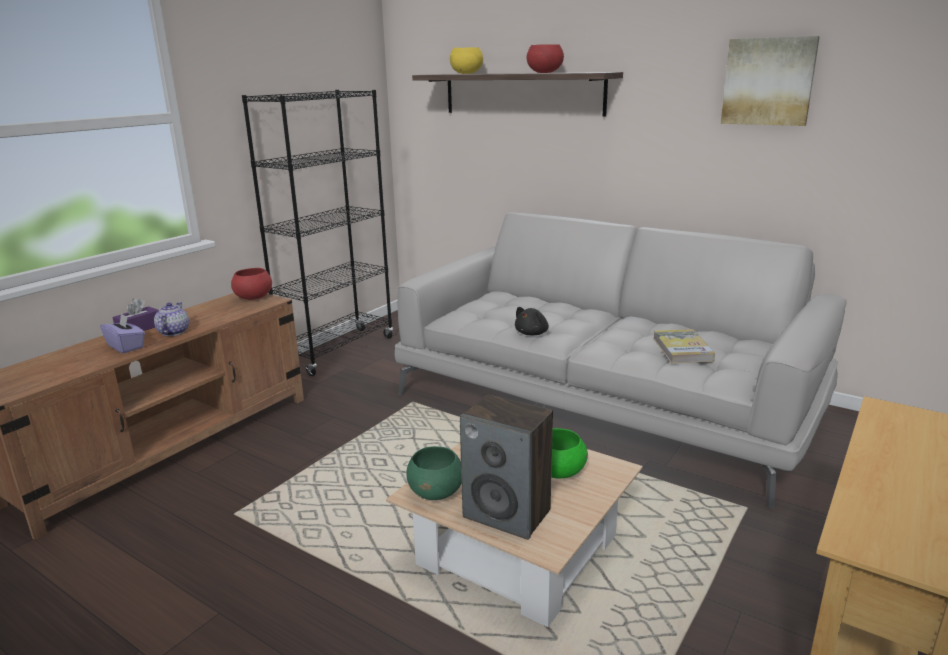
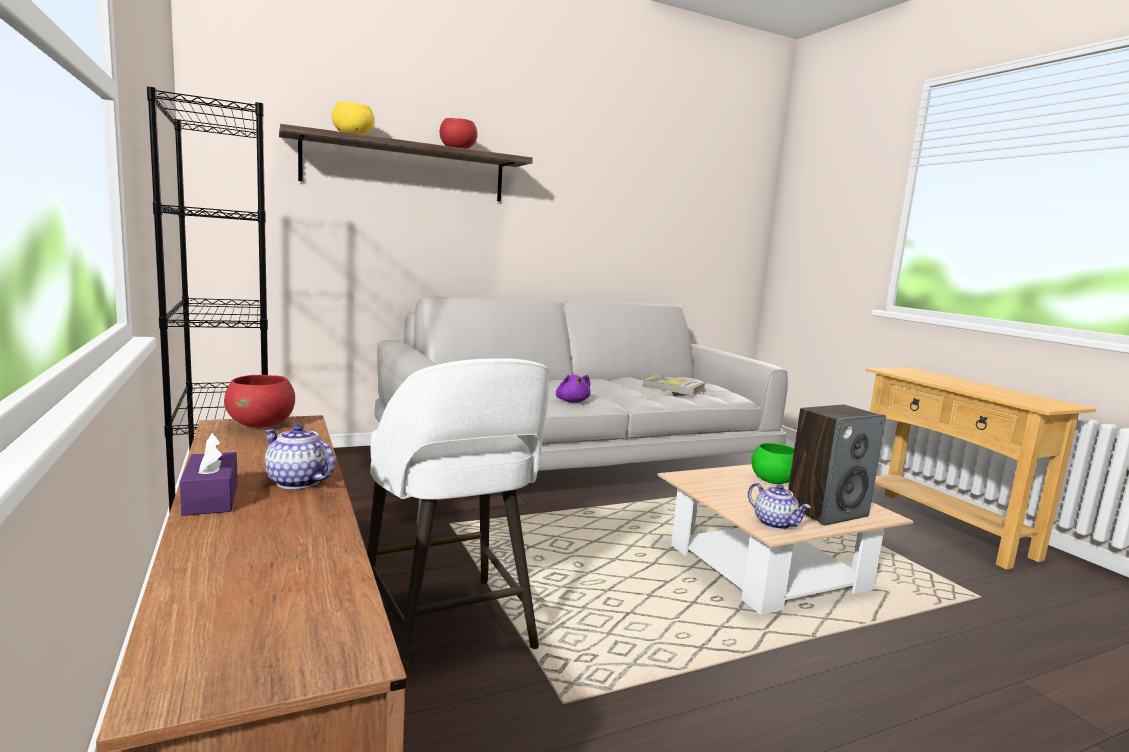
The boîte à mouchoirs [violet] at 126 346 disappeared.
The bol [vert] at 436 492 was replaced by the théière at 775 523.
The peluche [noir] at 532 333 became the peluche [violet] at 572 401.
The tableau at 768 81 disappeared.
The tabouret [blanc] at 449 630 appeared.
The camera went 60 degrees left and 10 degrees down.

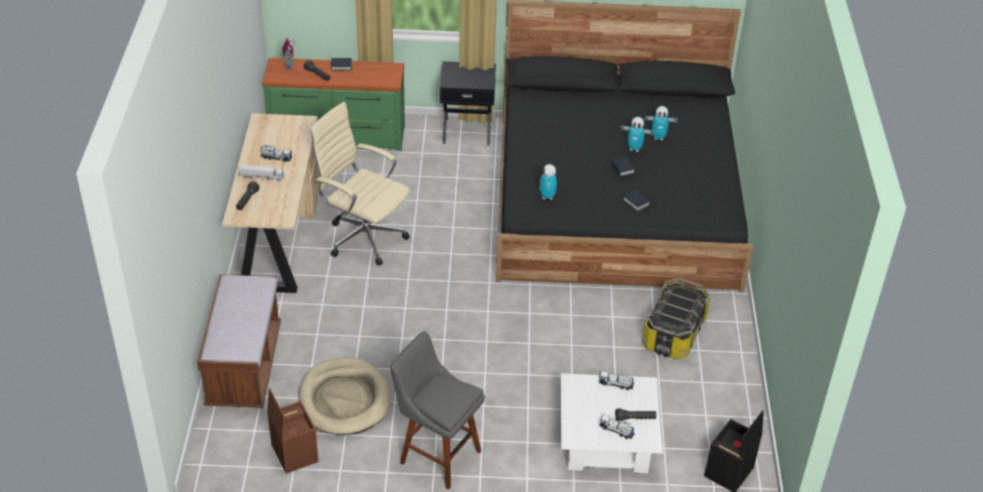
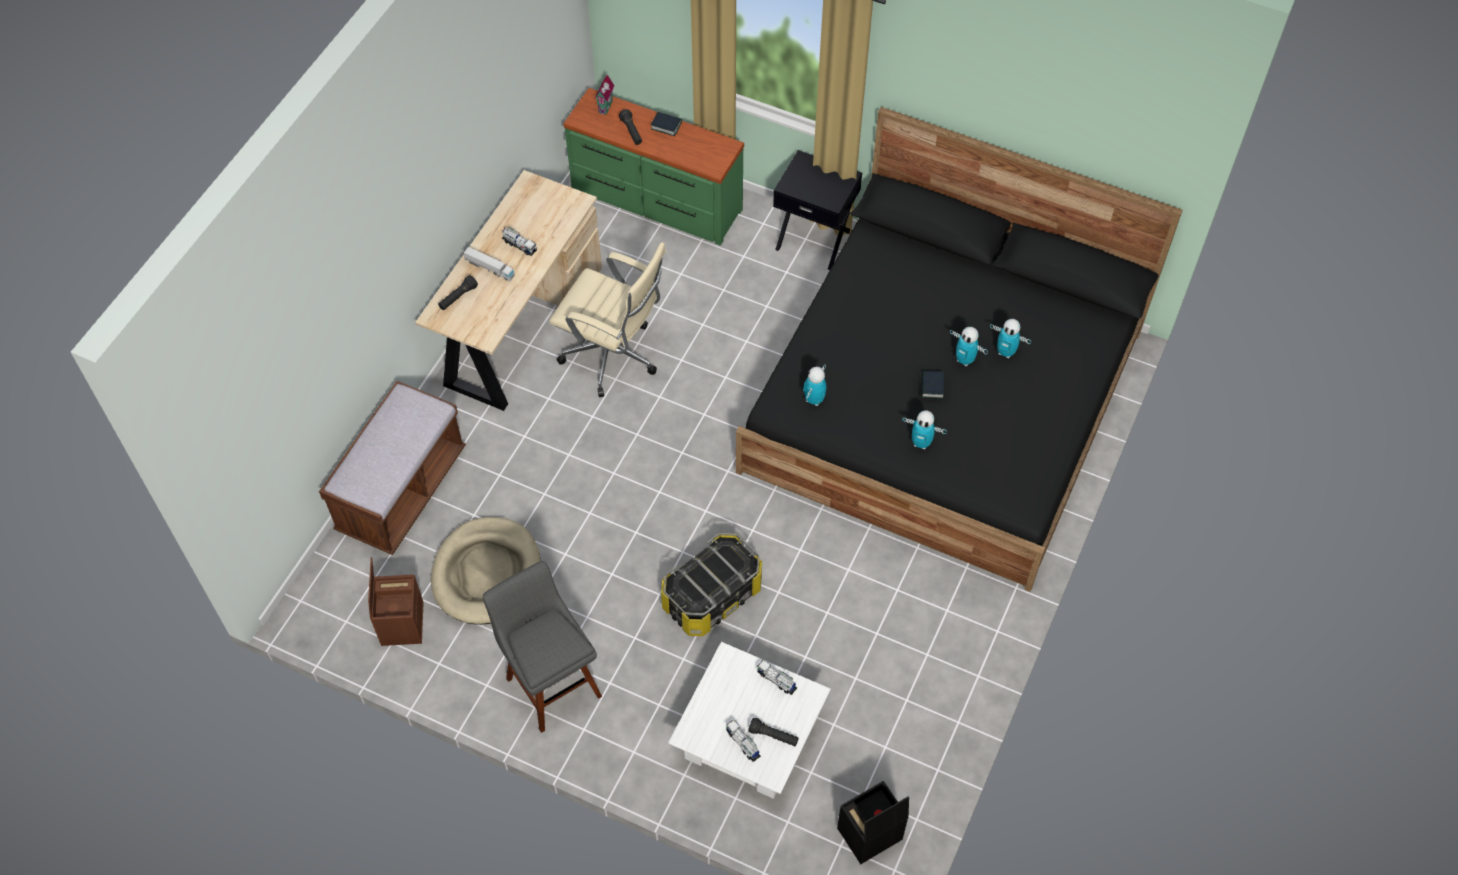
The chaise de bureau [beige] at 363 237 turned 150 degrees clockwise.
The livre at 636 202 was replaced by the robot jouet at 921 443.
The boîte de rangement moved from 674 333 to 712 597.
The camera went 25 degrees right and 15 degrees up.

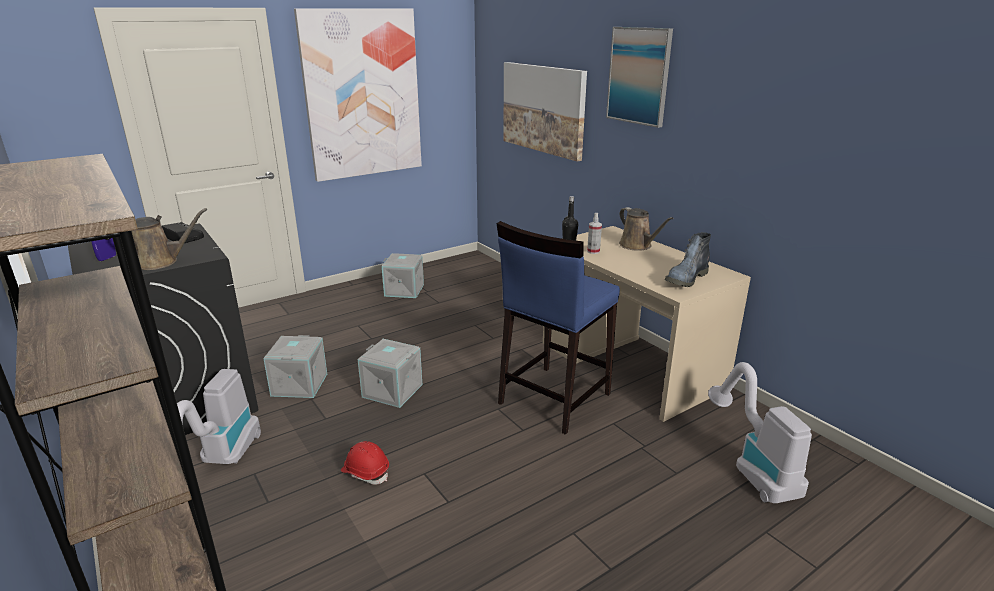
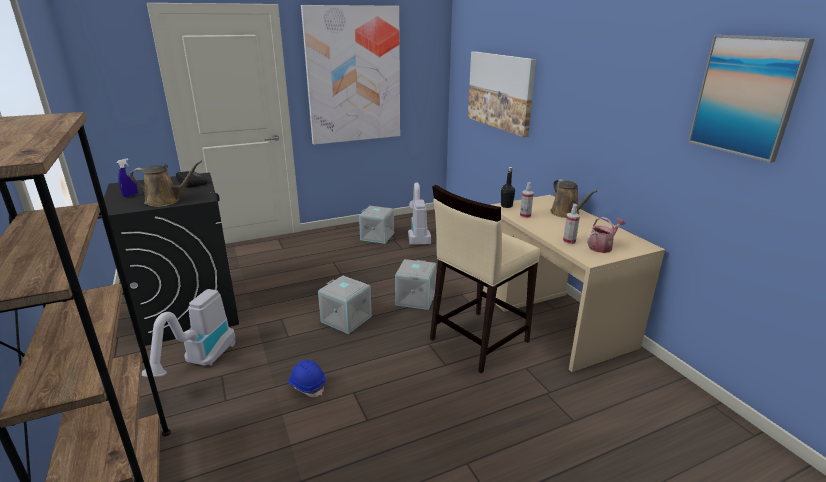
The boîte de rangement [gris] moved from 298 384 to 415 298.
The casque de chantier [rouge] at 366 472 became the casque de chantier [bleu] at 307 385.
The tabouret [bleu] at 553 398 became the tabouret [beige] at 478 340.
The tableau moved from 639 76 to 746 96.
The botte at 686 279 was replaced by the arrosoir at 602 247.
The aspirateur moved from 752 466 to 417 235.
The vaporisateur at 569 241 appeared.
The camera went 10 degrees right and 0 degrees up.

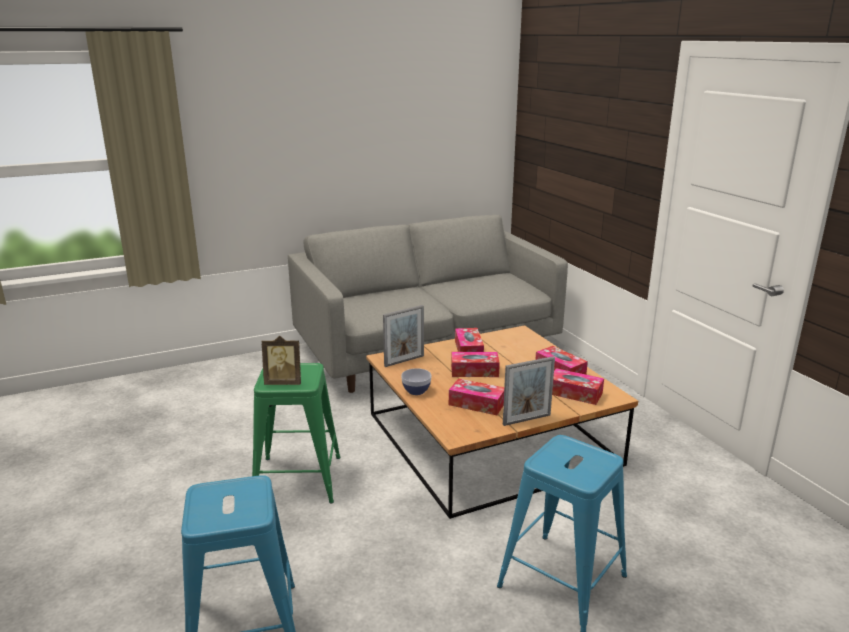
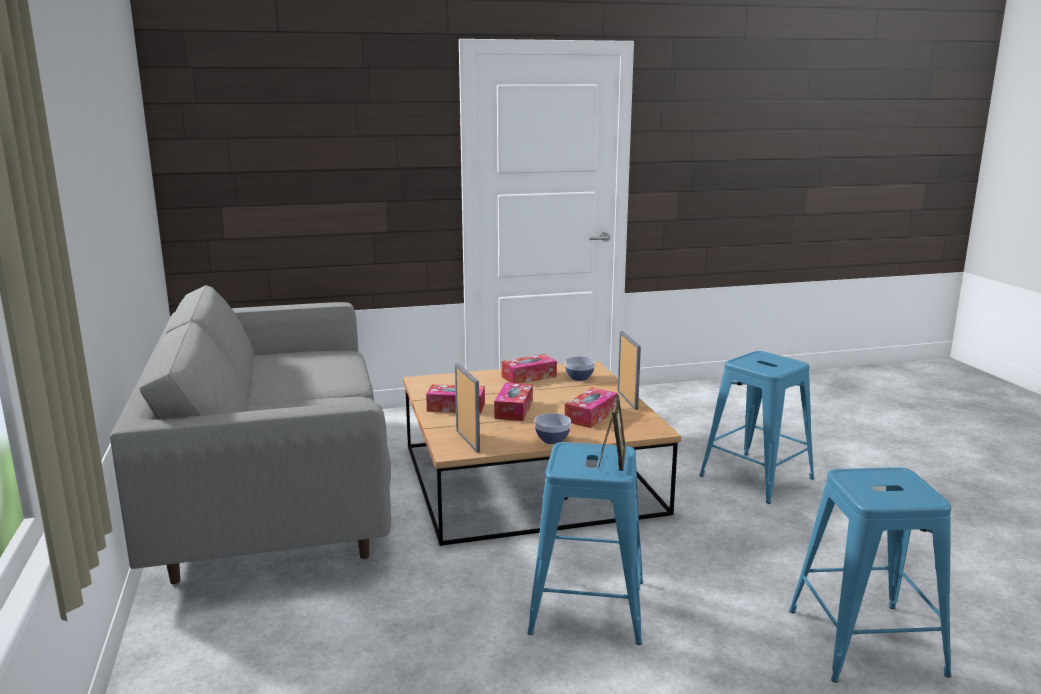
The tabouret [vert] at 297 480 became the tabouret [bleu] at 588 607.
The boîte à mouchoirs at 574 393 was replaced by the bol at 579 378.
The camera went 80 degrees left and 5 degrees down.

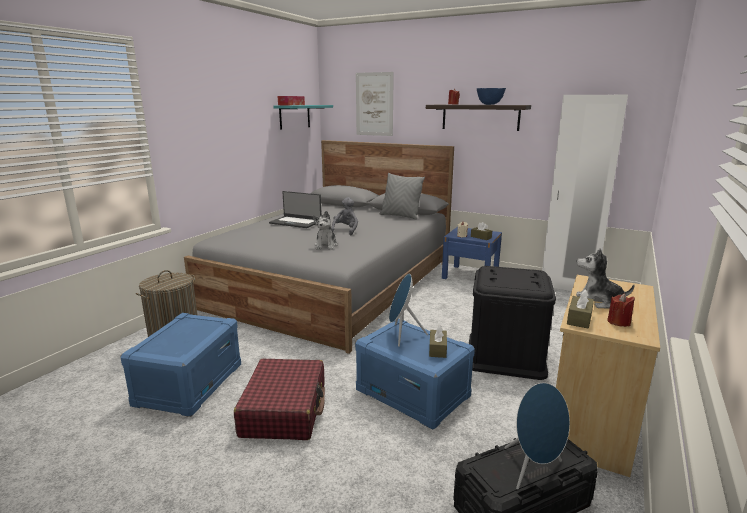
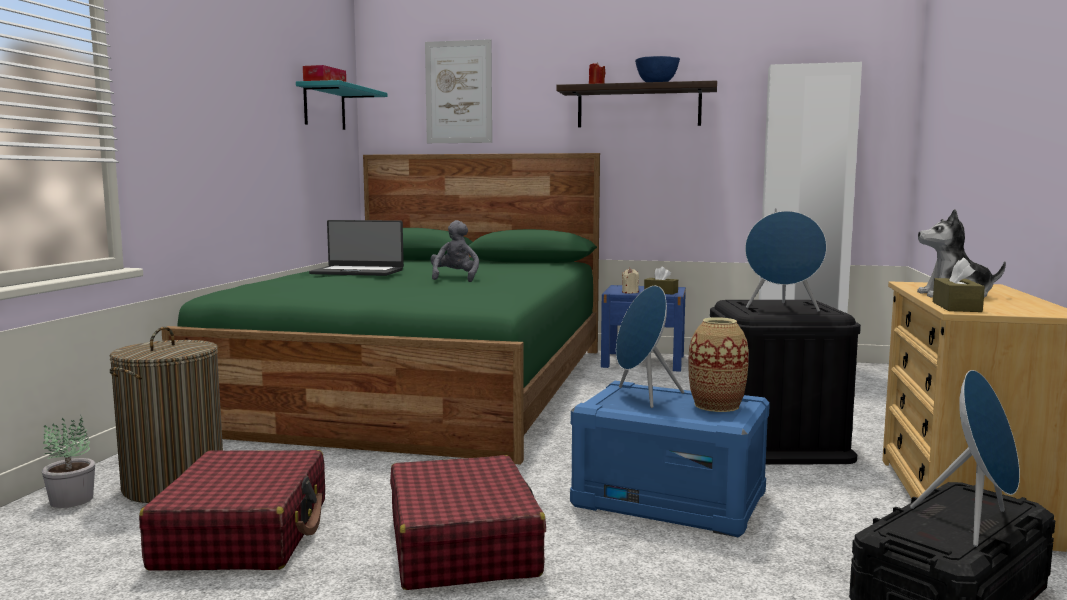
The boîte de rangement [bleu] at 189 384 was replaced by the valise [rouge] at 244 533.
The lit [gris] at 336 284 became the lit [vert] at 427 385.
The peluche at 326 245 disappeared.
The coussin [gris] at 400 216 disappeared.
The boîte à mouchoirs [marron] at 437 349 was replaced by the vase at 716 405.
The bougie [rouge] at 618 322 disappeared.
The plante en pot at 71 500 appeared.
The enceinte [bleu] at 782 308 appeared.
The camera went 15 degrees left and 10 degrees down.

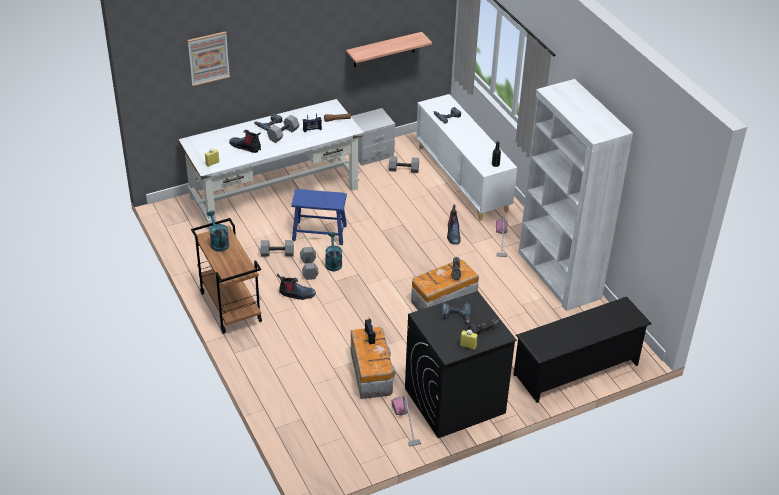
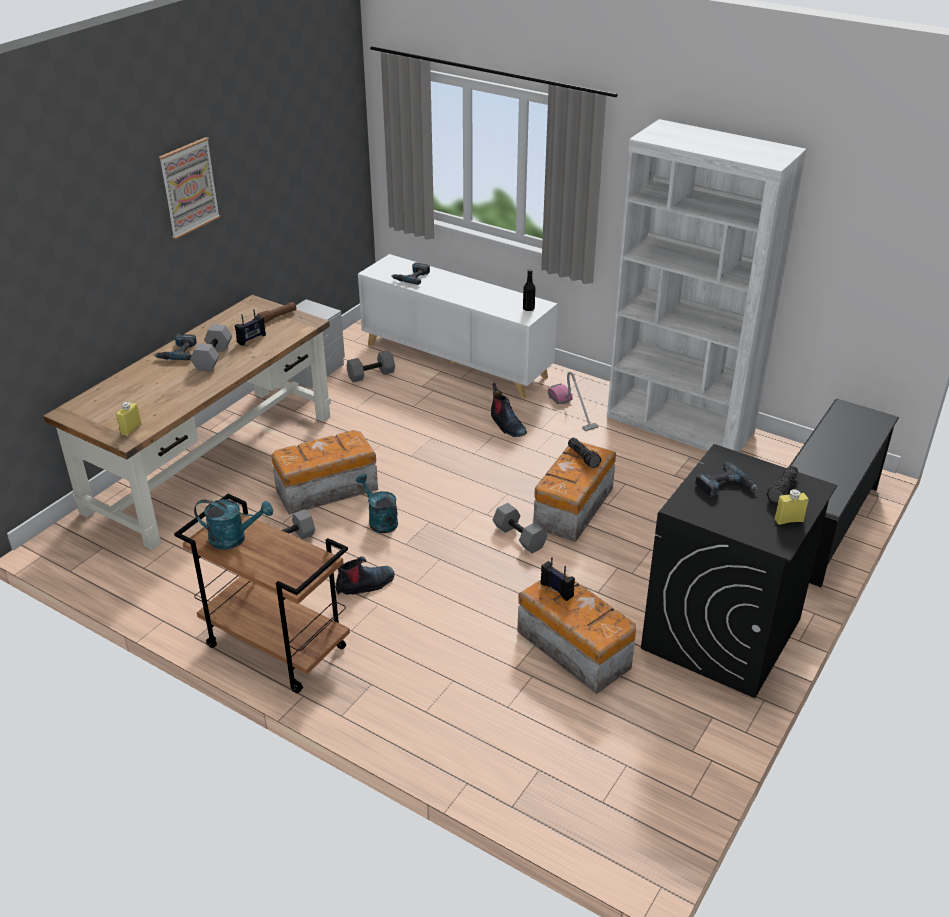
The bureau [blanc] at 274 192 became the bureau [marron] at 212 461.
The tableau moved from 208 58 to 189 187.
The arrosoir [turquoise] at 218 242 turned 150 degrees clockwise.
The botte at 246 147 disappeared.
The tabouret [bleu] at 319 232 was replaced by the boîte de rangement at 325 489.
The haltère [gris] moved from 309 268 to 520 537.
The étagère at 384 50 disappeared.
The aspirateur at 406 423 disappeared.
The camera went 30 degrees left and 5 degrees down.

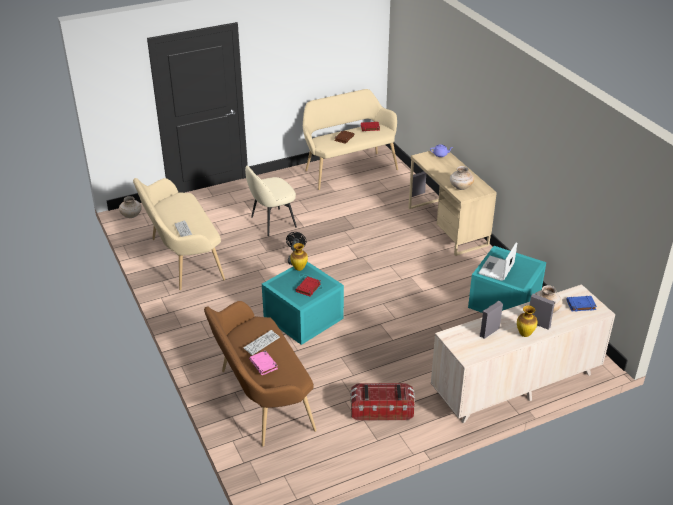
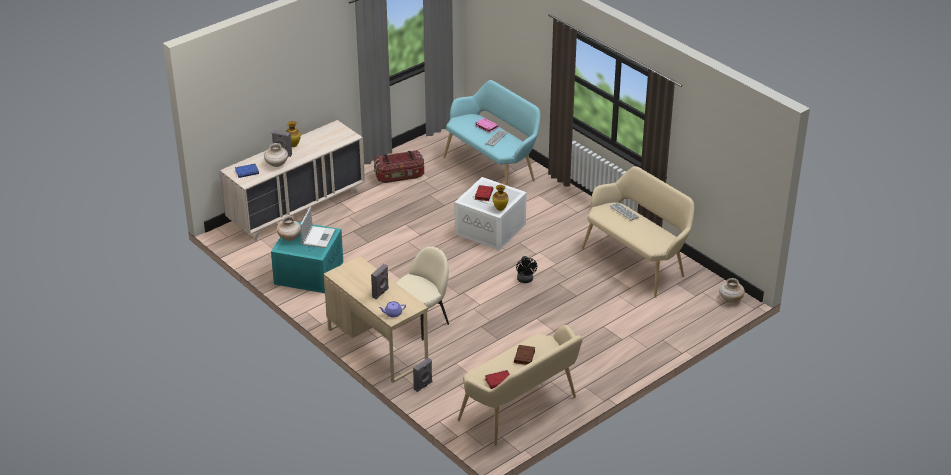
The banc [marron] at 261 400 became the banc [turquoise] at 493 168.
The chaise [beige] moved from 272 222 to 422 321.
The boîte de rangement [turquoise] at 302 317 became the boîte de rangement [blanc] at 491 229.
The vase [beige] moved from 460 187 to 290 237.
The enceinte [gris] moved from 488 332 to 381 293.
The camera went 165 degrees right and 0 degrees up.

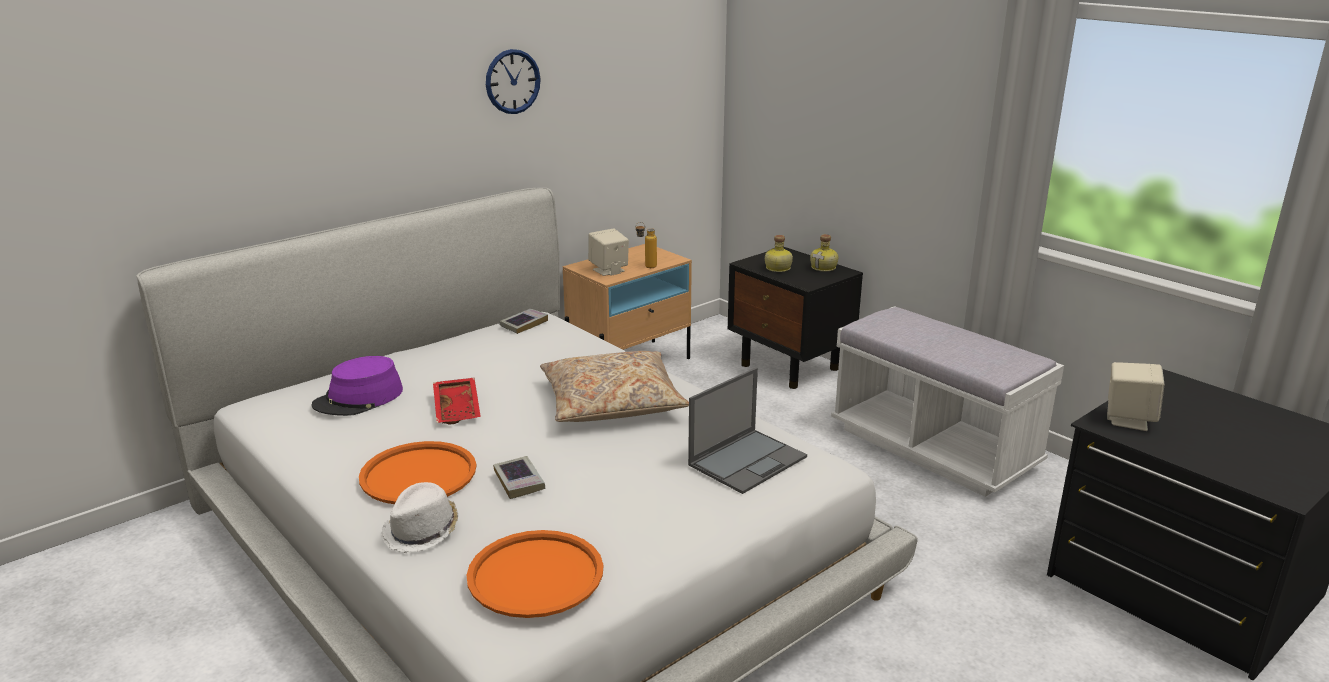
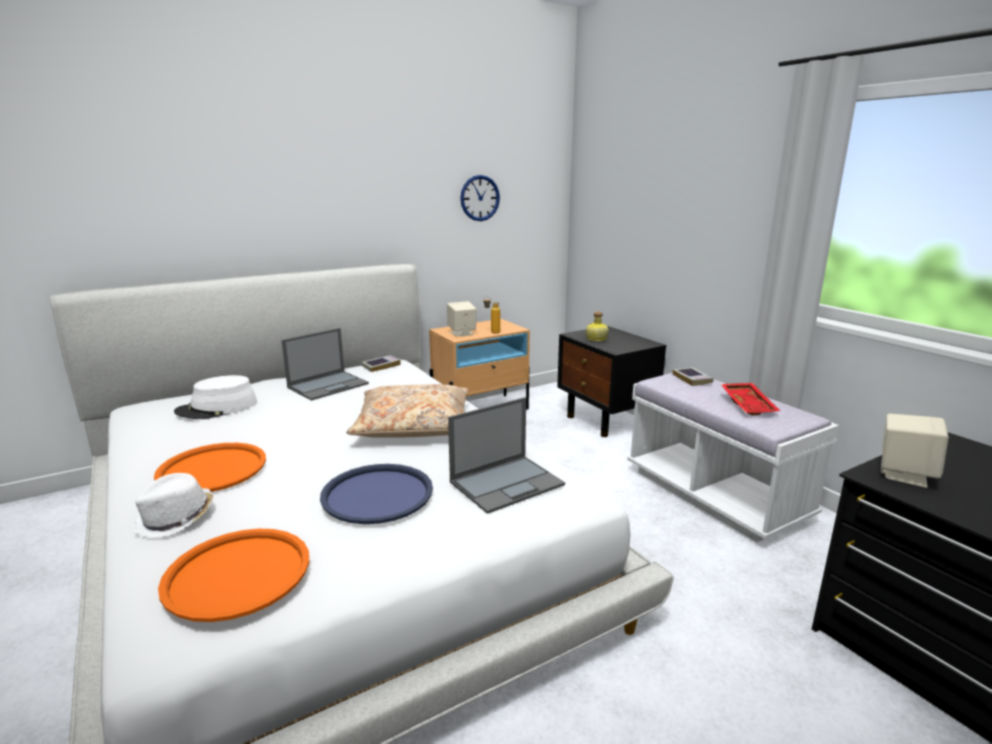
The chapeau [violet] at 359 398 became the chapeau [blanc] at 217 408.
The plateau [rouge] moved from 458 409 to 749 405.
The horloge murale moved from 512 81 to 480 198.
The livre moved from 519 481 to 692 379.
The bouteille at 824 268 disappeared.
The ordinateur portable at 329 385 appeared.
The plateau [bleu] at 377 494 appeared.
The camera went 10 degrees right and 5 degrees down.

